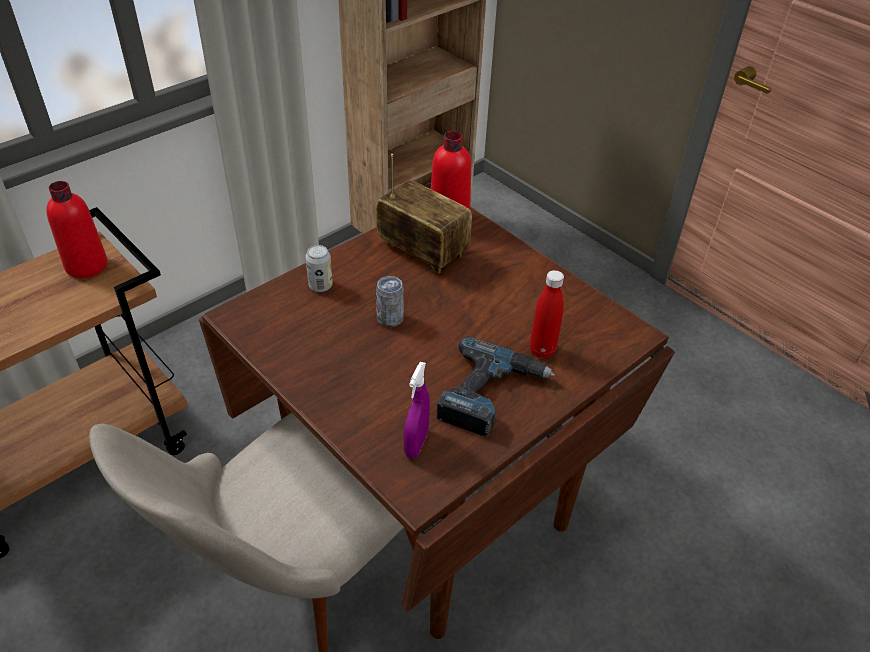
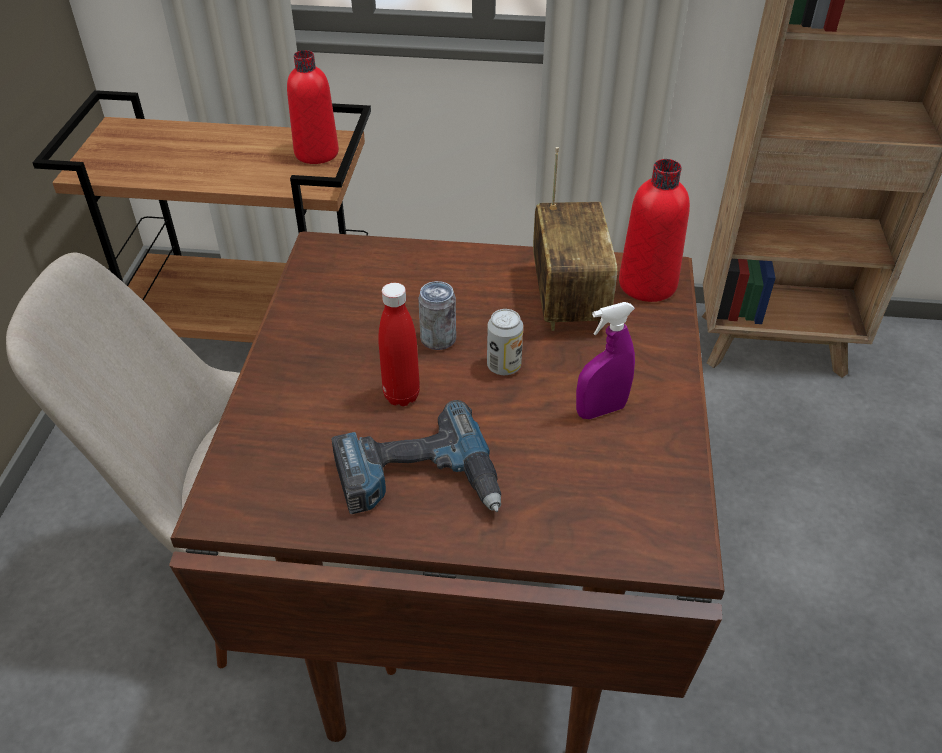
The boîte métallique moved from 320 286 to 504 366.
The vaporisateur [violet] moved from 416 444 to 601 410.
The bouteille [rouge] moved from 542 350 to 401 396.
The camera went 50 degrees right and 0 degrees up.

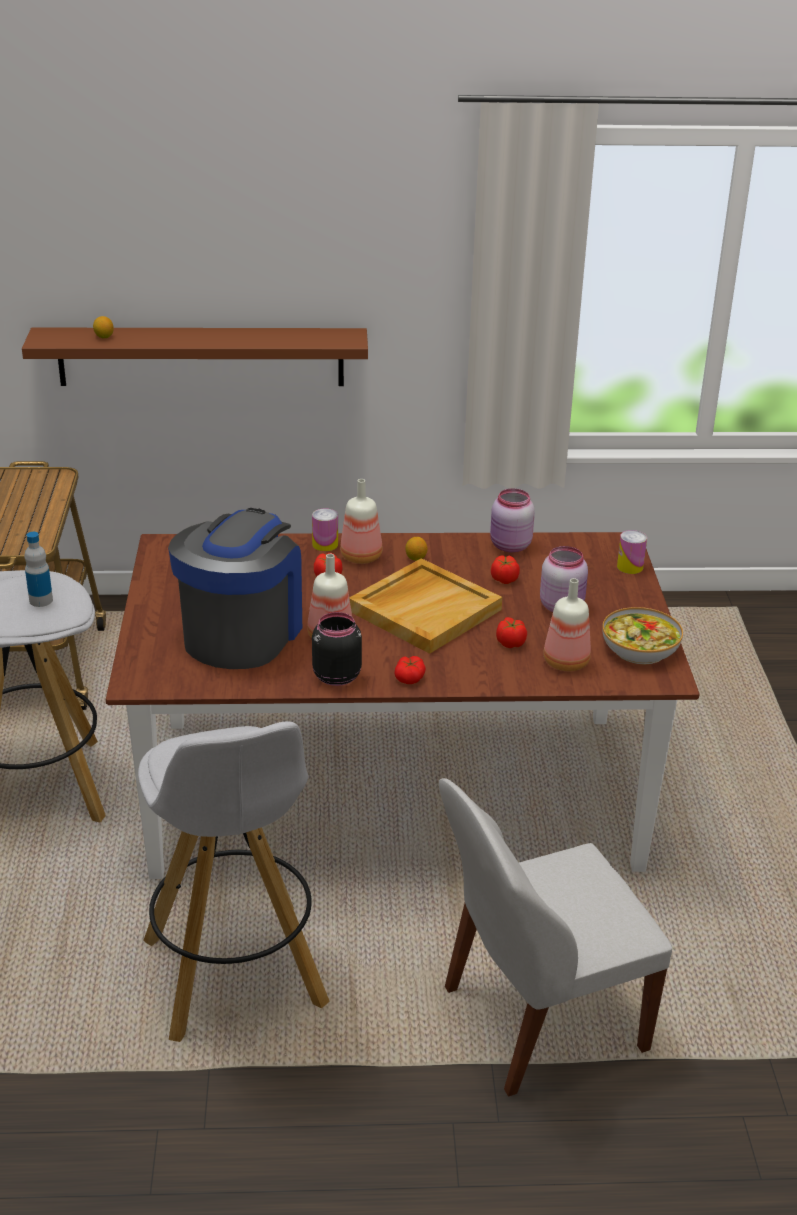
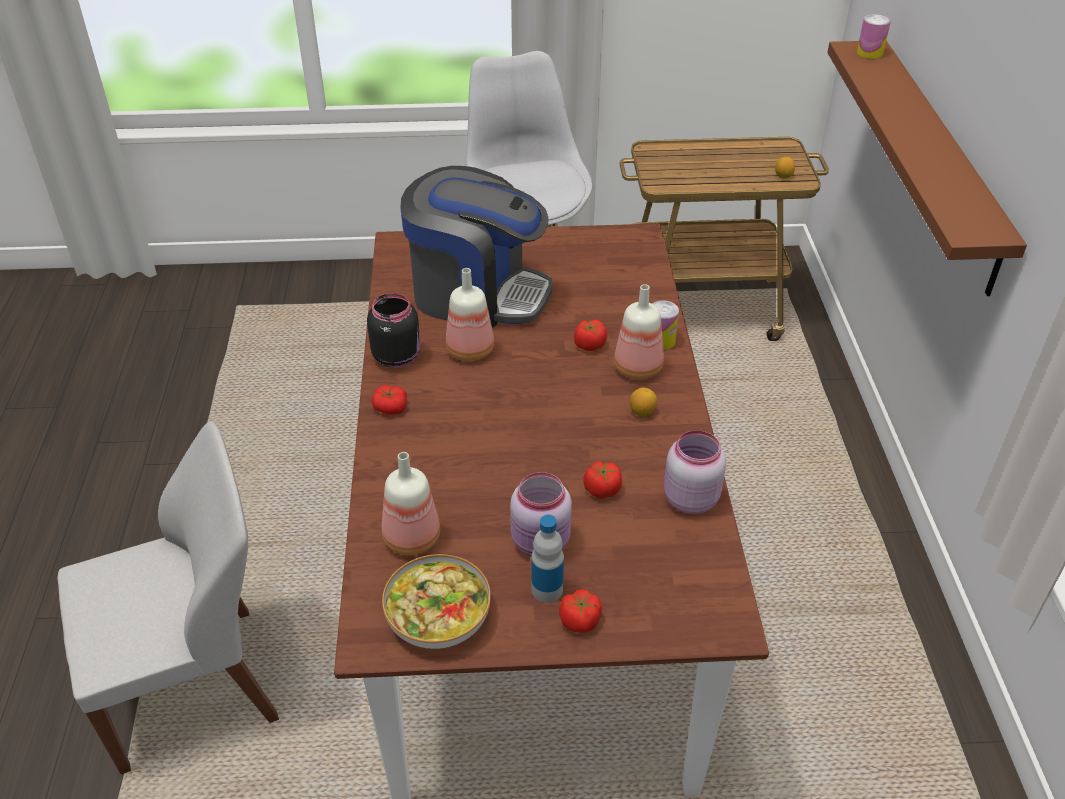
The bouteille moved from 41 600 to 547 589.
The citron moved from 104 337 to 783 176.
The tabouret [blanc] at 235 975 disappeared.
The plateau [beige] at 425 609 disappeared.
The chaise [blanc] at 538 1020 turned 90 degrees clockwise.
The tomate moved from 510 643 to 580 621.
The boîte métallique moved from 630 567 to 869 53.
The camera went 90 degrees right and 10 degrees up.

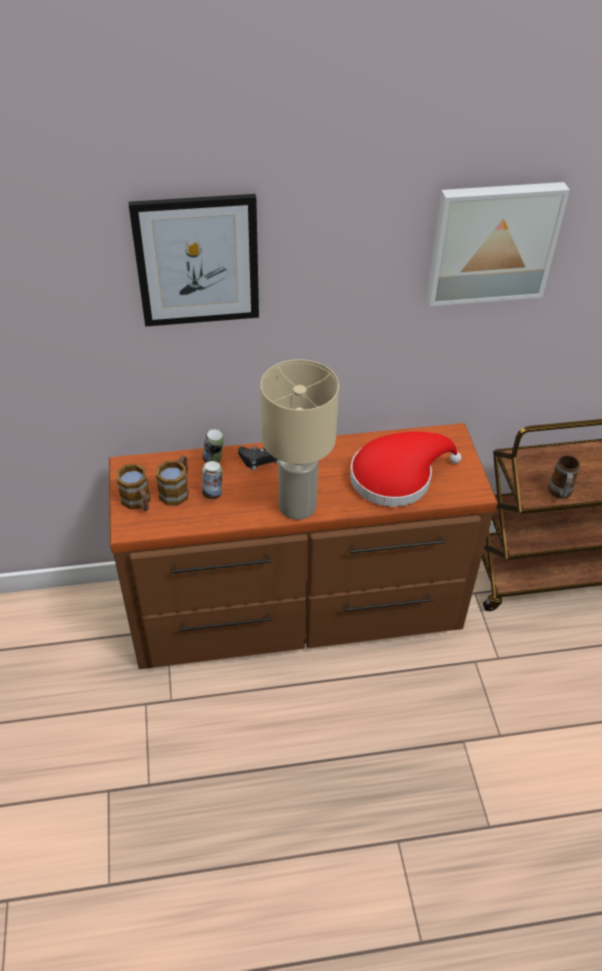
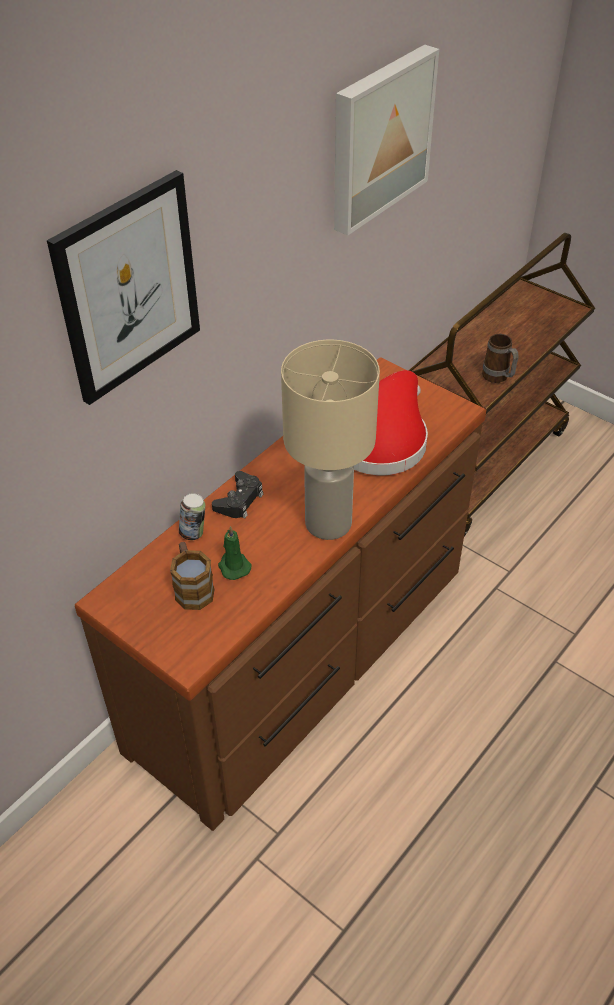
The mug at 138 502 disappeared.
The boîte métallique at 213 493 was replaced by the bougie [vert] at 233 566.
The camera went 40 degrees left and 0 degrees up.

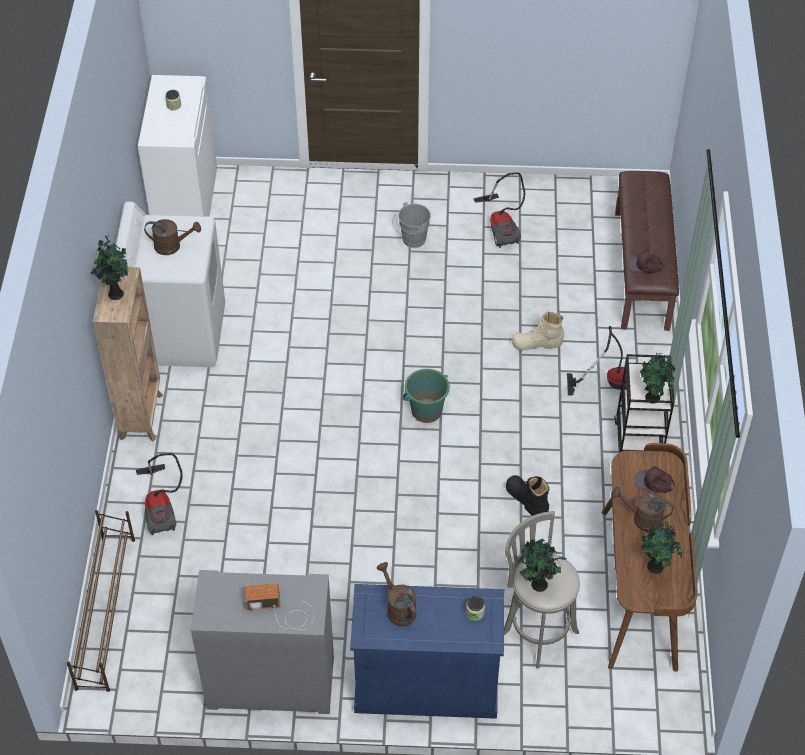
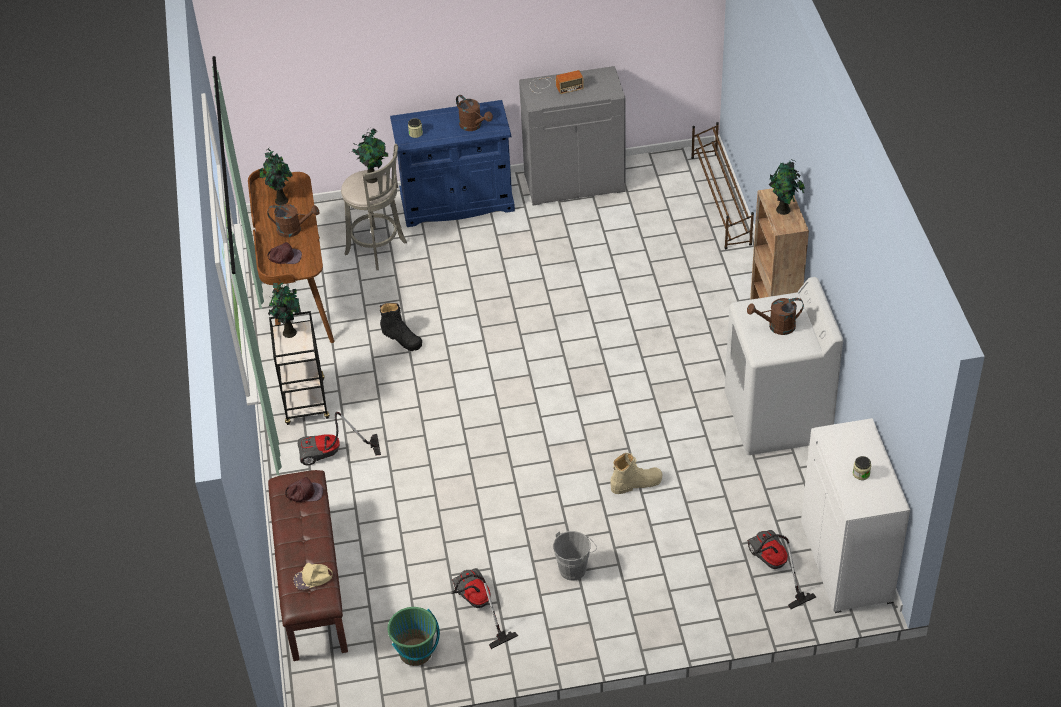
The aspirateur moved from 161 506 to 772 567.
The seau [vert] moved from 426 411 to 416 652.
The botte [beige] moved from 537 343 to 636 483.
The casquette [beige] at 313 578 appeared.
The camera went 170 degrees right and 5 degrees down.

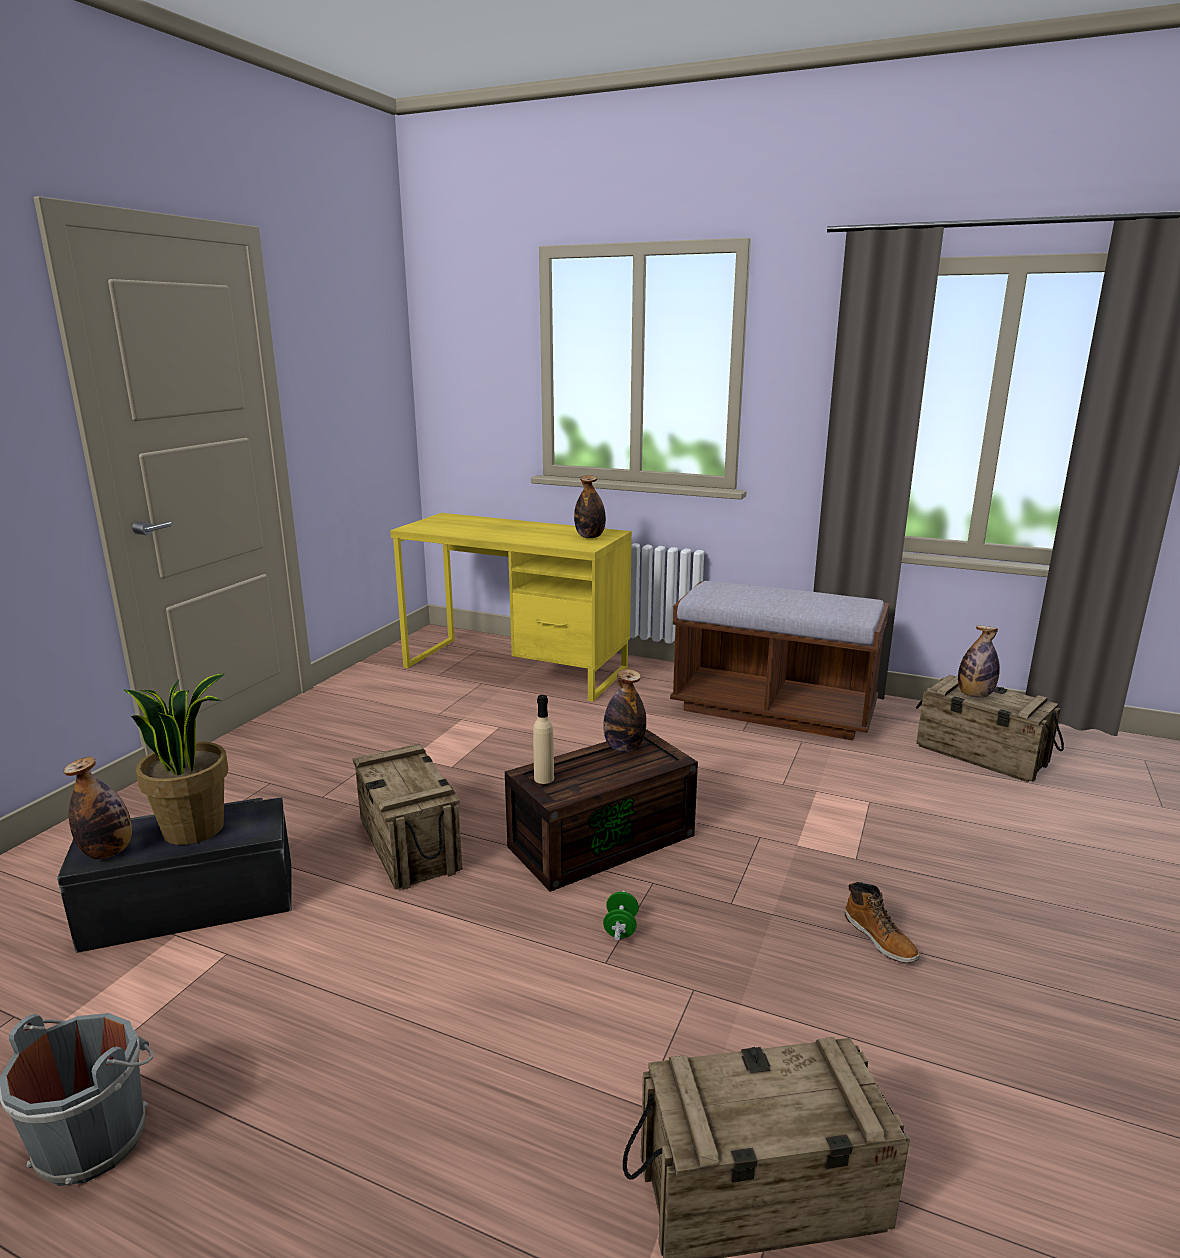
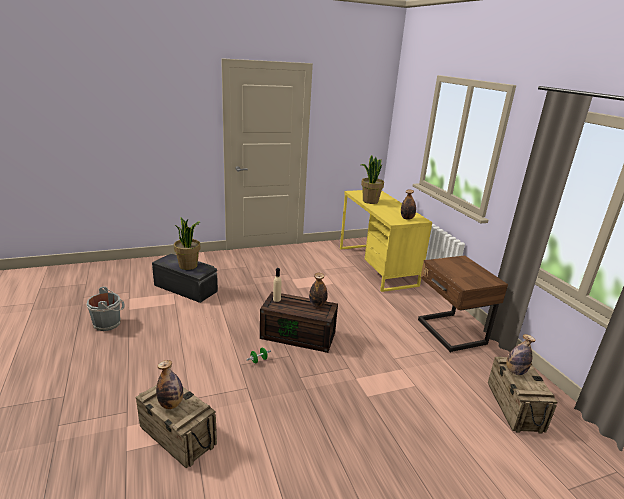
The bouteille moved from 108 852 to 171 404.
The caisse at 410 845 disappeared.
The banc [marron] at 773 709 was replaced by the table de chevet [marron] at 449 333.
The botte at 880 938 disappeared.
The plante en pot at 370 201 appeared.
The camera went 45 degrees right and 5 degrees up.

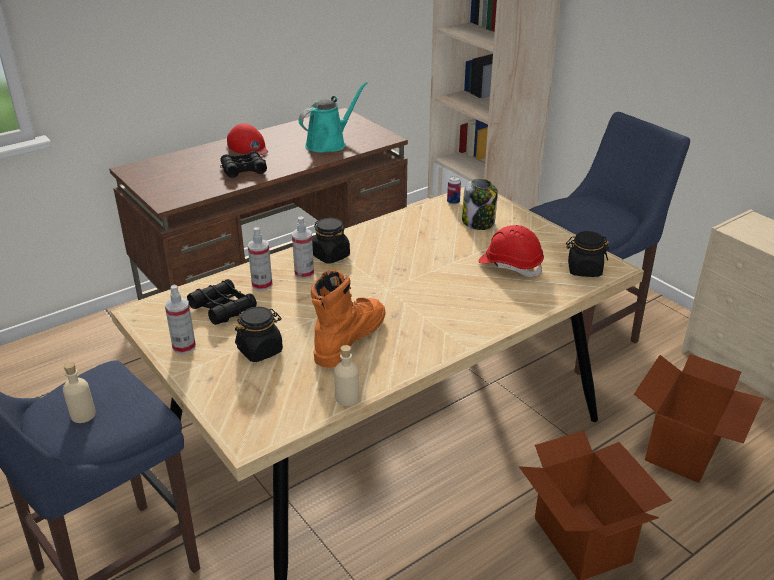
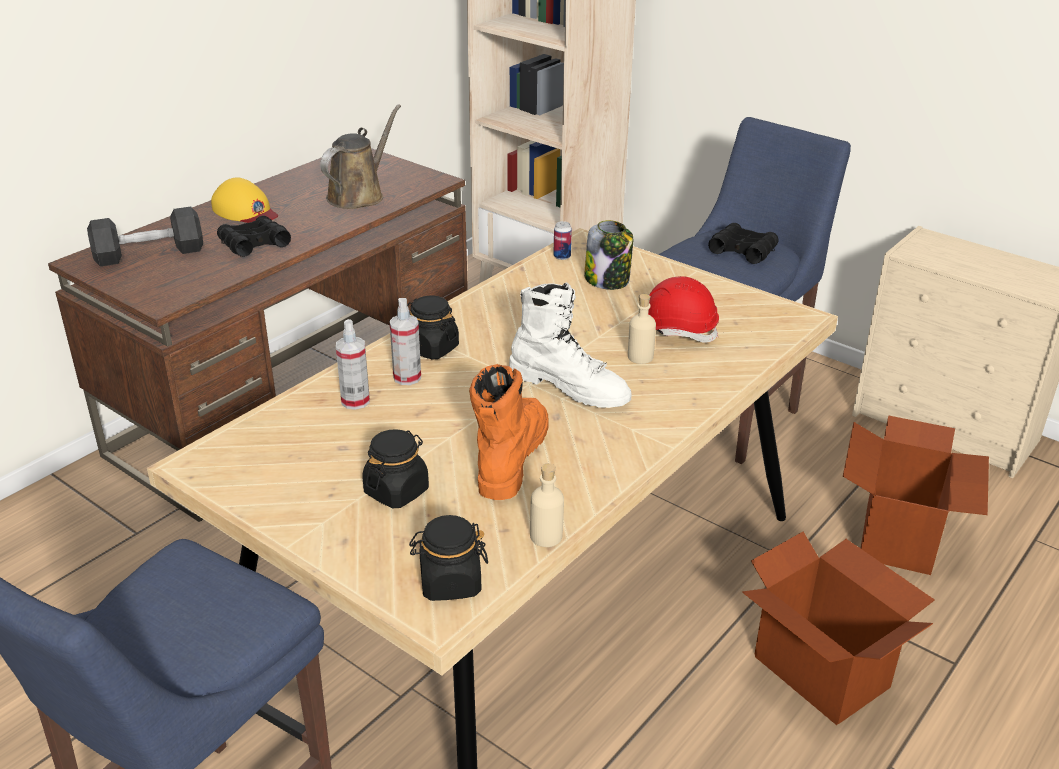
The bouteille [beige] moved from 83 415 to 640 357.
The vaporisateur at 184 347 disappeared.
The jumelles [noir] moved from 223 308 to 742 251.
The casquette [rouge] at 248 147 became the casquette [jaune] at 245 211.
The arrosoir [turquoise] at 329 143 became the arrosoir [marron] at 359 195.
The bocal [noir] moved from 584 270 to 450 582.
The haltère [noir] at 149 254 appeared.
The botte [blanc] at 570 387 appeared.
The camera went 15 degrees left and 0 degrees up.

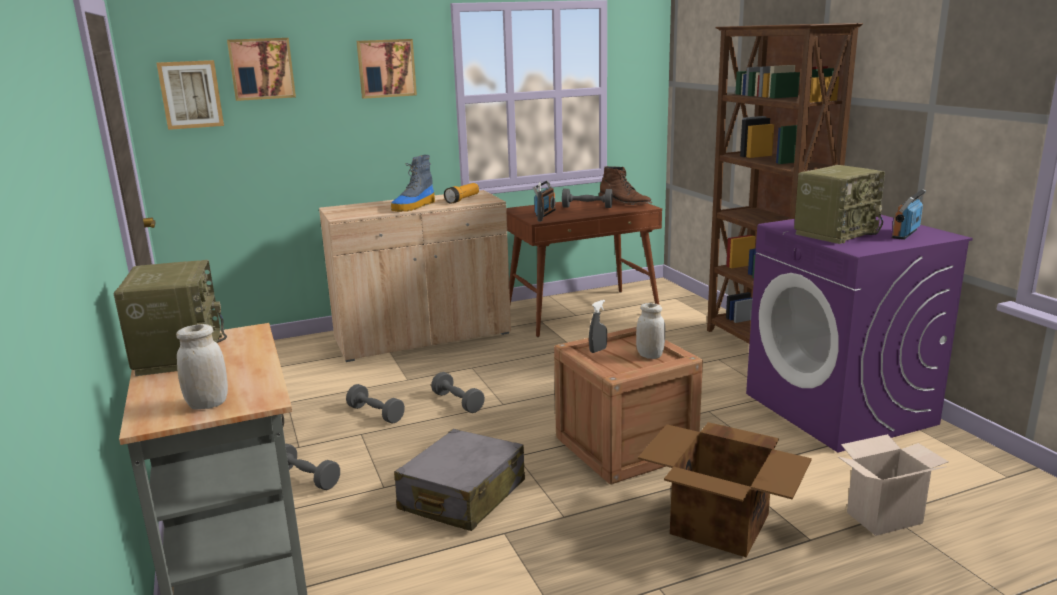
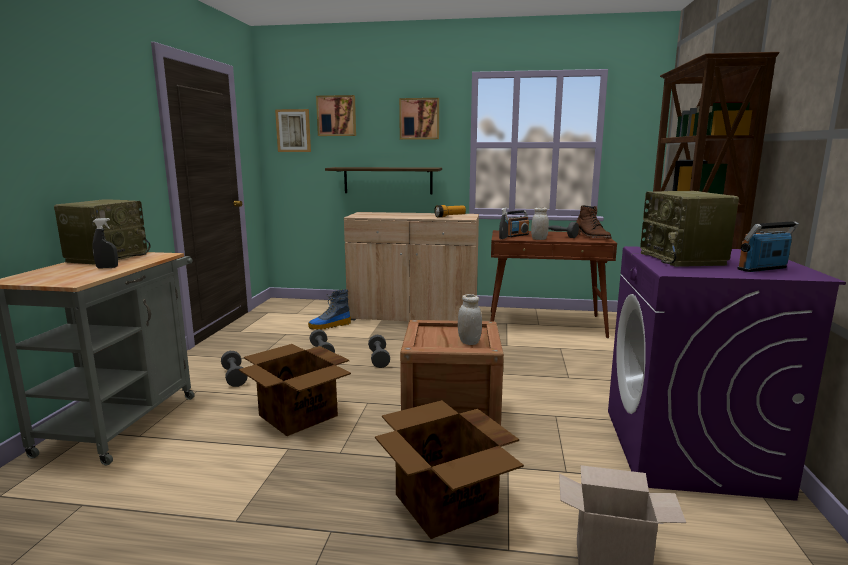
The bocal [blanc] moved from 207 404 to 539 239.
The botte moved from 414 206 to 329 326.
The valise [gris] at 462 496 was replaced by the carton at 298 416.
The vaporisateur [gris] moved from 598 350 to 107 267.
The radio at 835 233 turned 90 degrees clockwise.
The étagère at 388 180 appeared.
The camera went 30 degrees right and 5 degrees down.

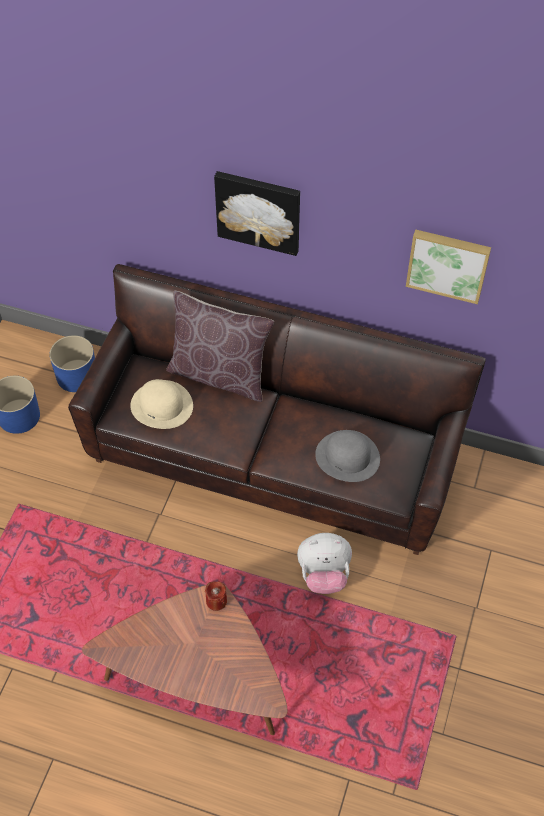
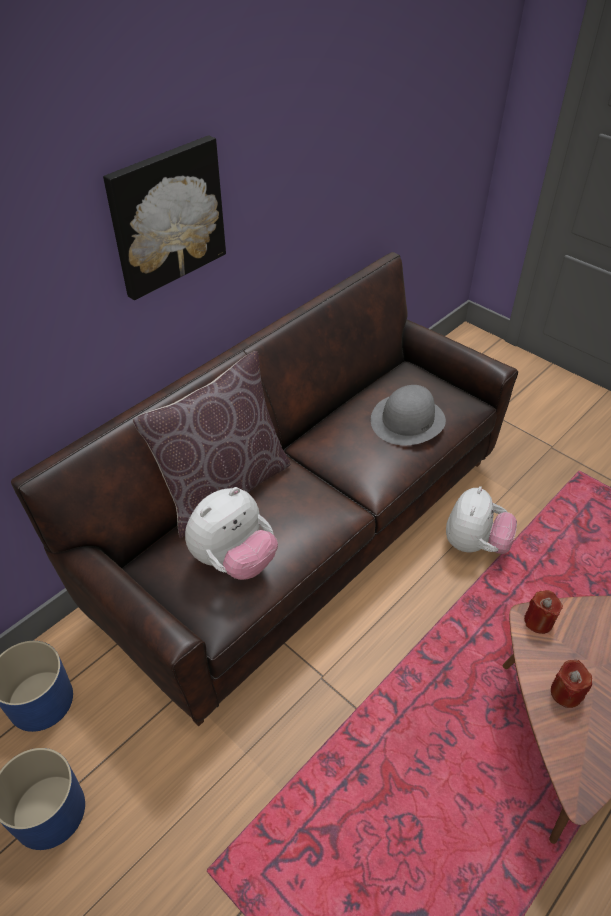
The chapeau [beige] at 162 405 was replaced by the peluche at 234 560.
The tableau at 448 264 disappeared.
The bougie [rouge] at 566 693 appeared.
The camera went 65 degrees left and 10 degrees down.

